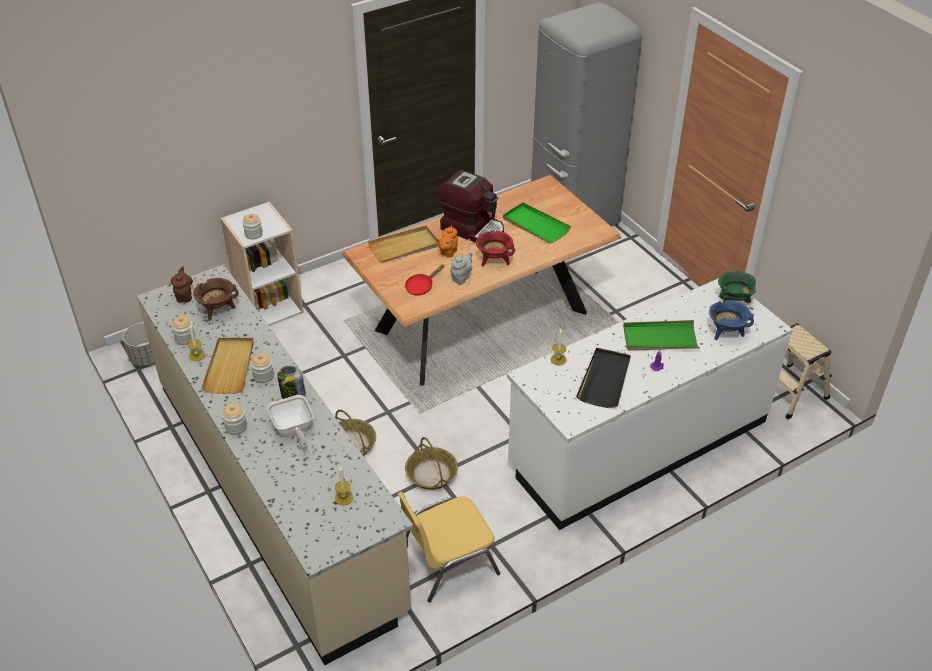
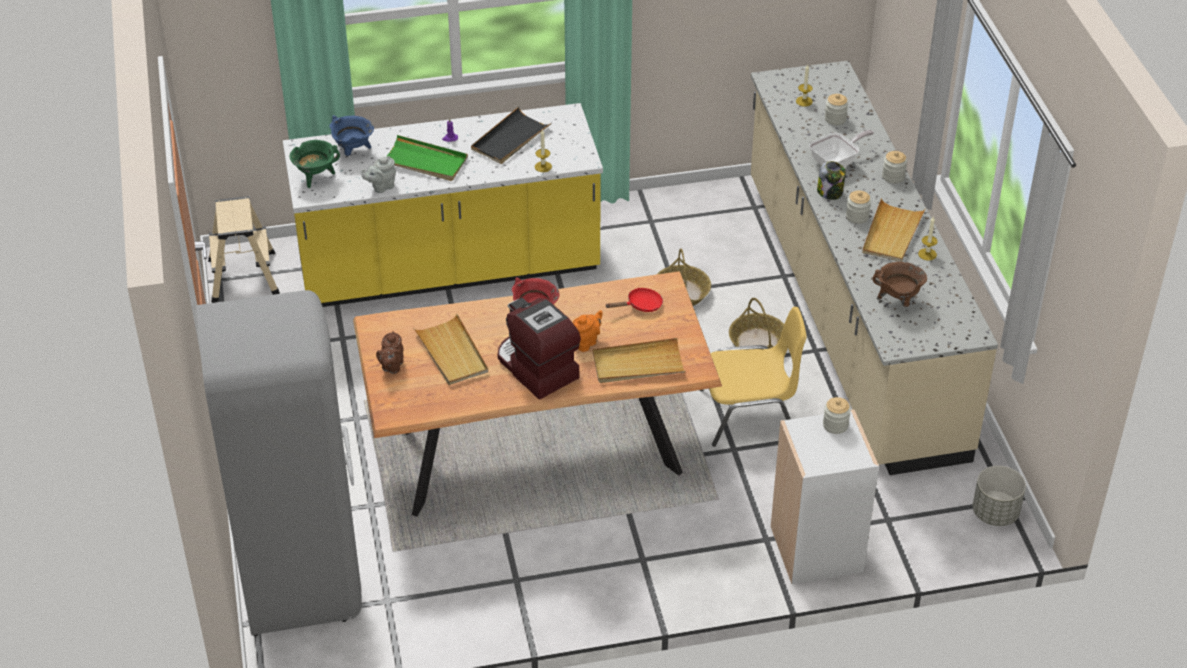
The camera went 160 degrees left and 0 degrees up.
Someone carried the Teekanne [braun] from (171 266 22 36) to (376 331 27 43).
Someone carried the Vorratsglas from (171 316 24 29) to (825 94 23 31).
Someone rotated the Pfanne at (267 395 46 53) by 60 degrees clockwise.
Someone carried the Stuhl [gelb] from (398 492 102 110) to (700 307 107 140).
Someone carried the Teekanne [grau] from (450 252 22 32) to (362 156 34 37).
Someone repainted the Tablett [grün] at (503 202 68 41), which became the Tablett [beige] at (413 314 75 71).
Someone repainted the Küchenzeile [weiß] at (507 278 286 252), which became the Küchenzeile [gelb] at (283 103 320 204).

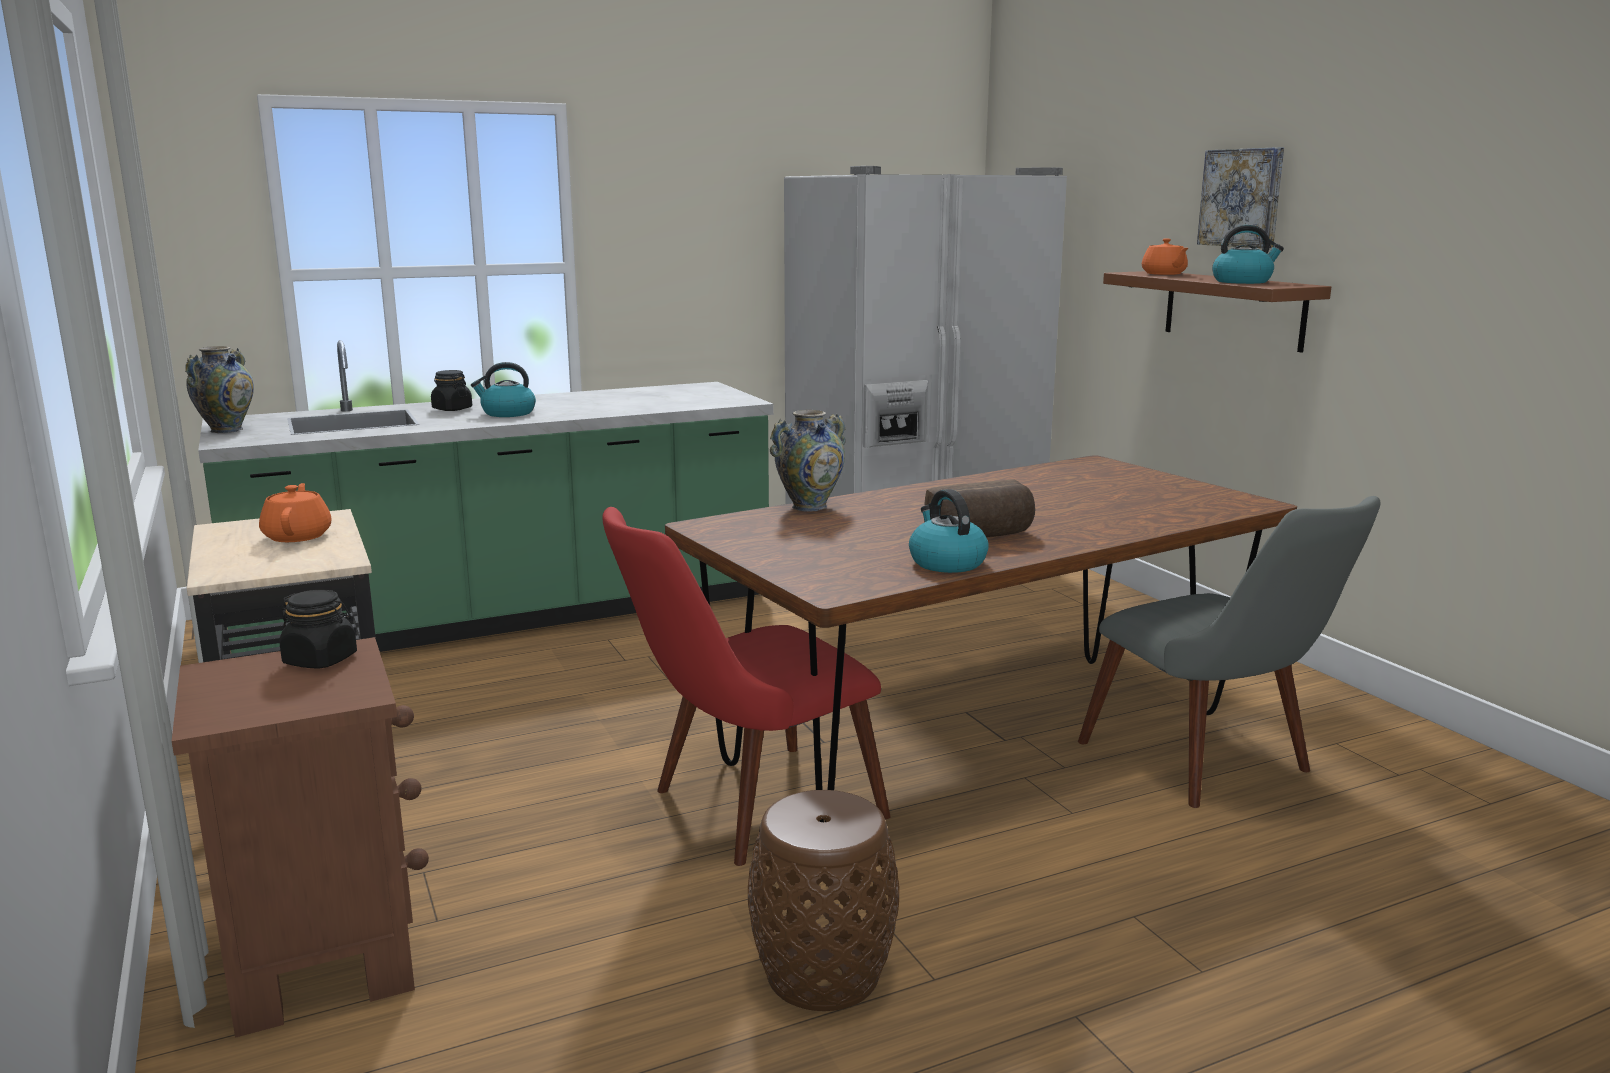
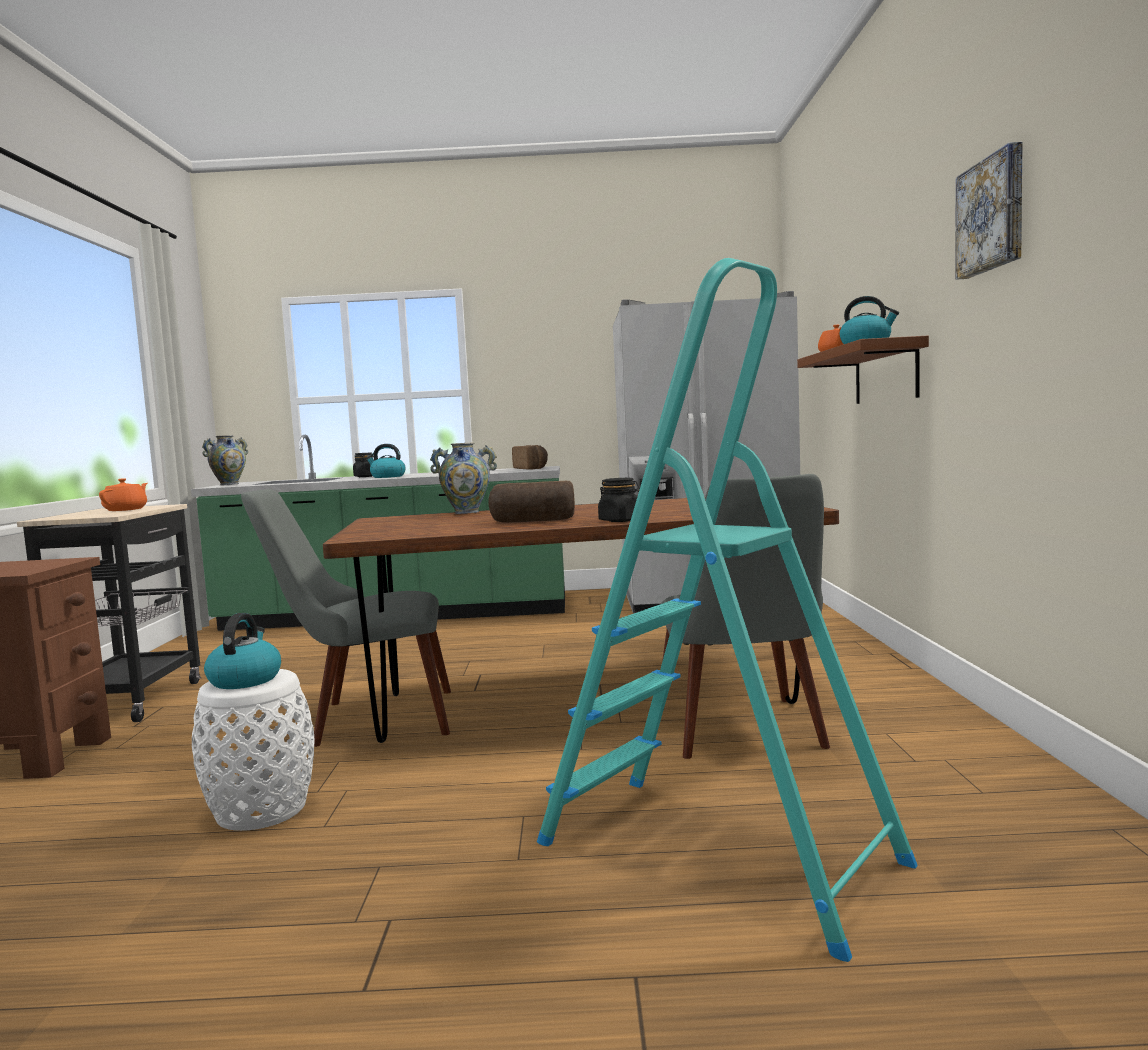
The camera went 25 degrees right and 10 degrees down.
Someone carried the Vorratsglas [schwarz] from (280 590 77 79) to (598 478 42 44).
Someone repainted the Stuhl [rot] at (602 507 288 359), which became the Stuhl [grau] at (241 489 210 258).
Someone repainted the Hocker [braun] at (748 790 151 221), which became the Hocker [weiß] at (192 669 122 162).
Someone carried the Wasserkessel from (909 489 80 84) to (204 613 77 76).
Someone carried the Bild from (1197 147 87 101) to (955 142 68 138).
Someone put down the Brot at (512 445 36 25).
Someone put down the Trittleiter [türkis] at (537 258 381 704).

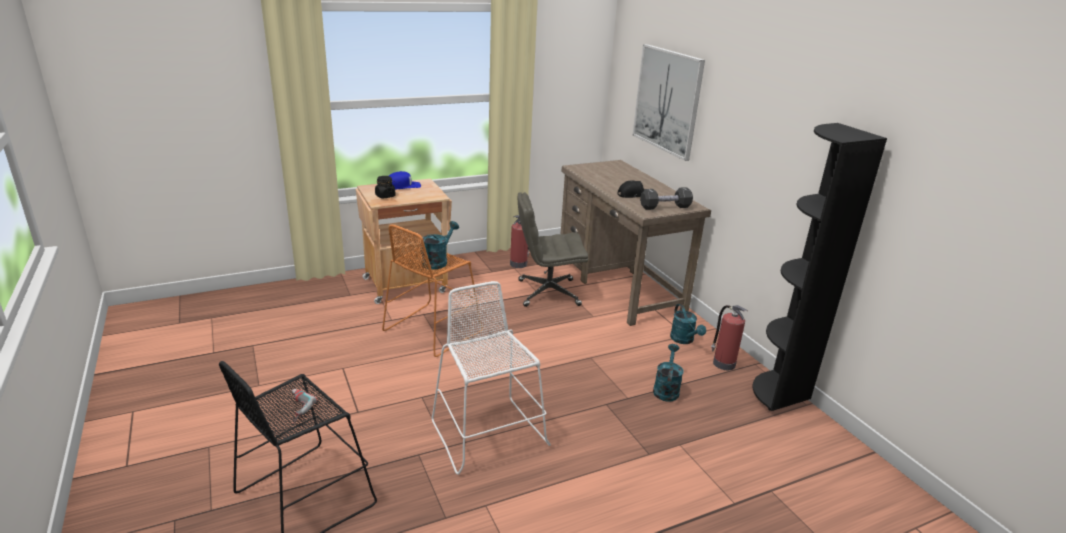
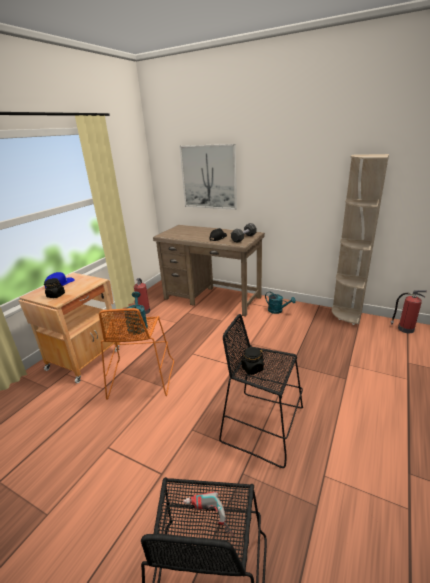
The camera went 35 degrees left and 0 degrees up.
Someone repainted the Hocker [weiß] at (432 281 119 194), which became the Hocker [schwarz] at (219 314 84 154).
Someone took away the Bürostuhl [grau] at (518 192 70 115).
Someone took away the Gießkanne [türkis] at (653 344 31 58).
Someone carried the Feuerlöscher from (711 305 37 65) to (391 290 36 43).
Someone repainted the Bücherregal [schwarz] at (752 123 135 288), which became the Bücherregal [beige] at (332 154 57 171).
Someone put down the Vorratsglas [schwarz] at (241 347 23 28).

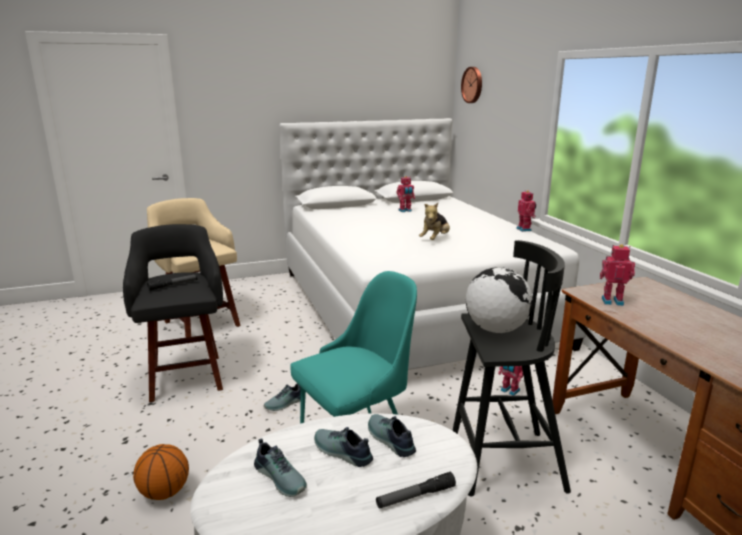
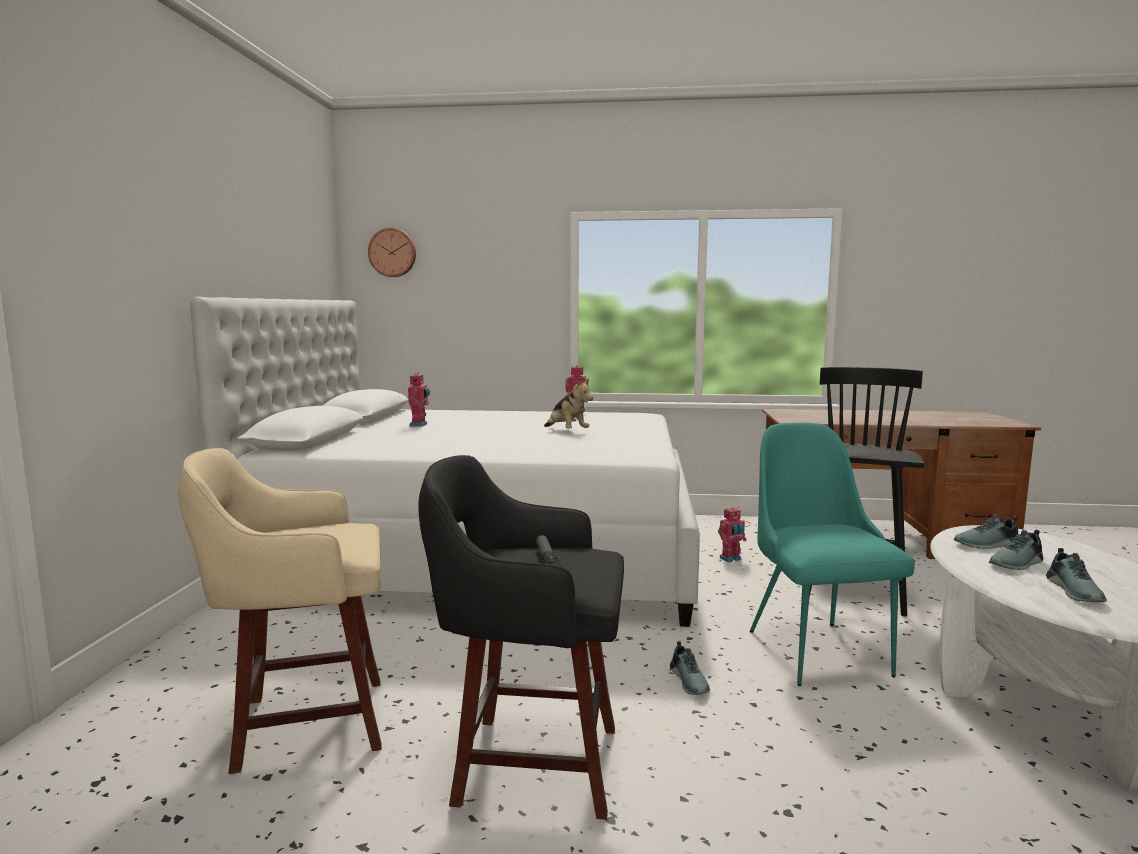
The camera went 65 degrees left and 10 degrees down.
Someone took away the Basketball at (133 444 56 56).
Someone rotated the Schuh at (254 438 53 59) by 120 degrees clockwise.
Someone took away the Taschenlampe at (376 472 80 36).
Someone took away the Globus at (466 267 67 66).
Someone took away the Spielzeugroboter at (600 244 35 62).

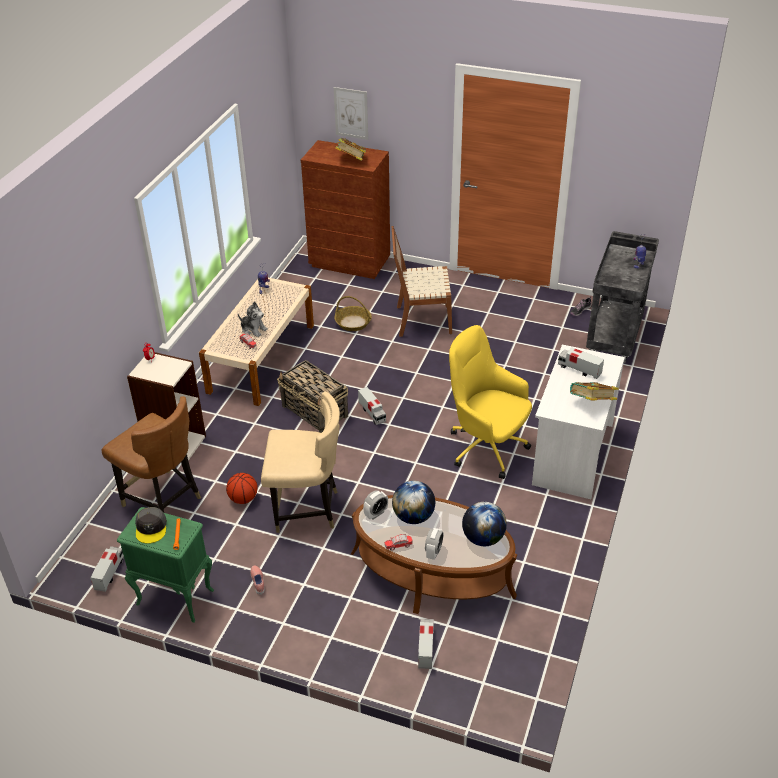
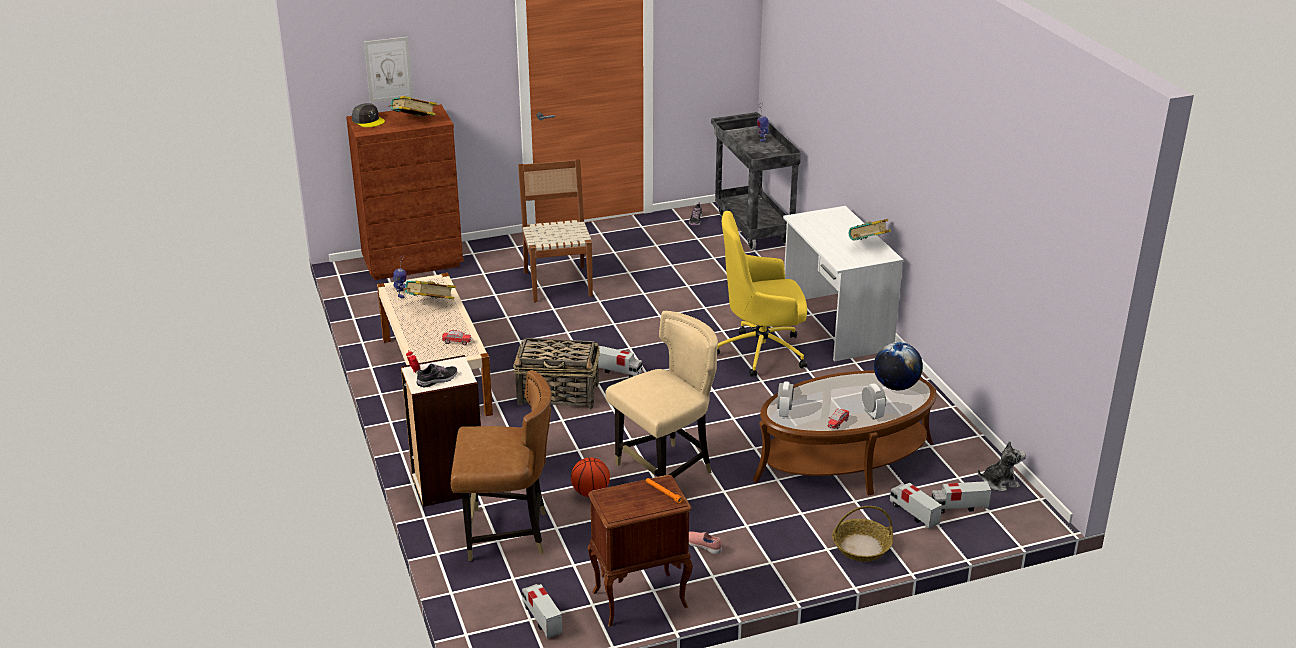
The camera went 40 degrees left and 10 degrees down.
Someone repainted the Nachttisch [grün] at (117 507 97 116), which became the Nachttisch [braun] at (587 475 106 152).
Someone carried the Kappe [grau] from (135 507 32 37) to (352 103 33 24).
Someone carried the Plüschtier from (238 301 30 36) to (978 441 48 51).
Someone carried the Korb from (334 296 38 35) to (832 506 61 56).
Someone rotated the Stuhl at (391 226 61 111) by 120 degrees clockwise.
Someone took away the Globus at (392 481 43 43).
Someone carried the Spielzeuglaster from (558 347 46 32) to (931 481 60 32).
Someone put down the Buch at (403 280 53 19).
Someone put down the Schuh at (416 364 41 24).

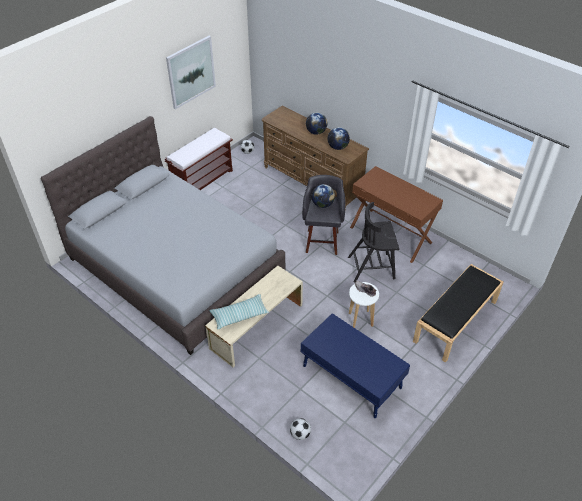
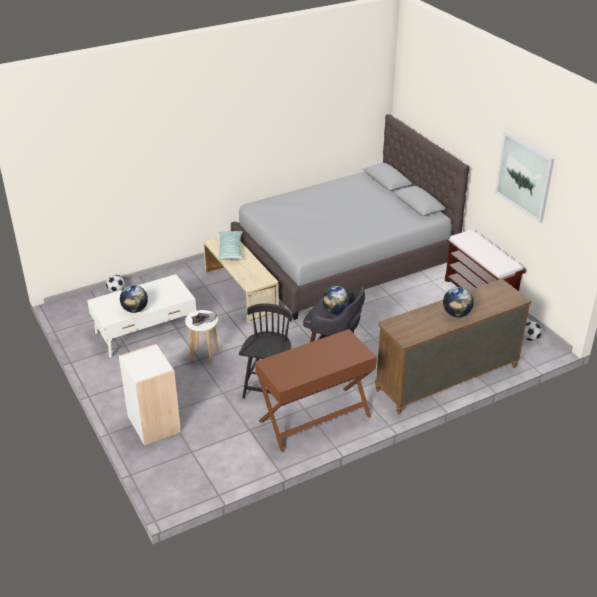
The camera went 110 degrees right and 10 degrees down.
Someone repainted the Couchtisch [blau] at (300 313 110 105), which became the Couchtisch [weiß] at (87 274 109 83).
Someone carried the Globus from (328 127 22 23) to (120 285 28 28).
Someone swapped the Bank [schwarz] at (413 264 91 99) for the Bücherregal [weiß] at (119 344 62 101).

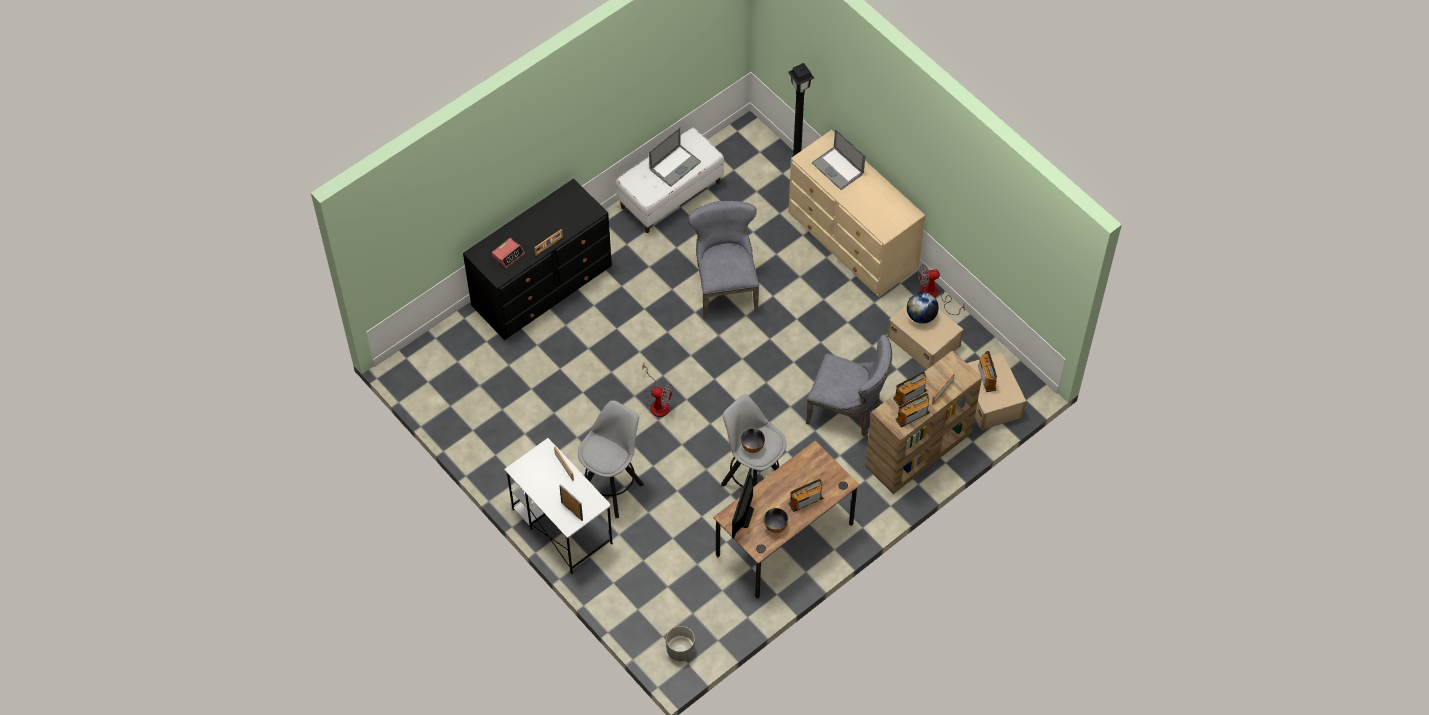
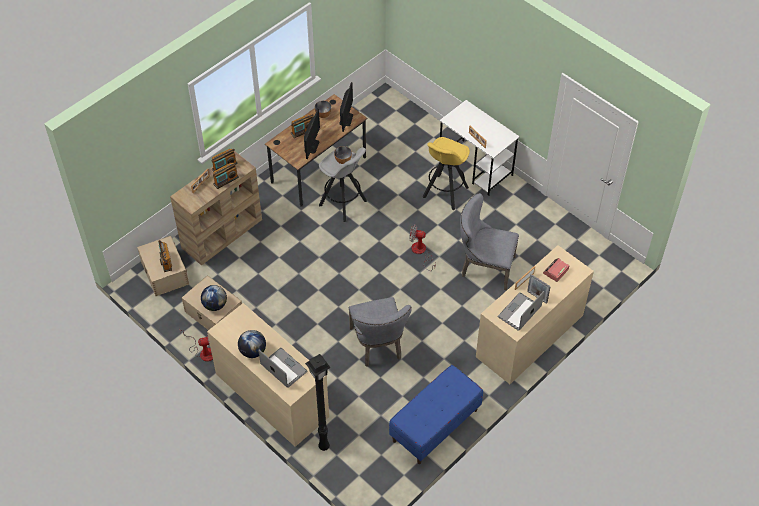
The camera went 175 degrees right and 5 degrees down.
Someone repainted the Kommode [schwarz] at (463 179 149 161), which became the Kommode [beige] at (476 245 118 139).
Someone carried the Bilderrahmen from (559 484 24 37) to (527 274 24 30).
Someone repainted the Hocker [grau] at (578 400 66 118), which became the Hocker [gelb] at (423 137 47 73).
Someone repainted the Bank [weiß] at (616 128 108 105), which became the Bank [blau] at (389 365 94 99).
Someone carried the Laptop from (649 127 52 60) to (498 291 46 40).
Someone took away the Pflanzkübel [grau] at (666 626 29 35).
Someone carried the Stuhl [grau] from (806 335 86 102) to (460 193 59 97).
Someone put down the Globus at (238 330 28 28).
Someone put down the Monitor at (304 109 16 50).

